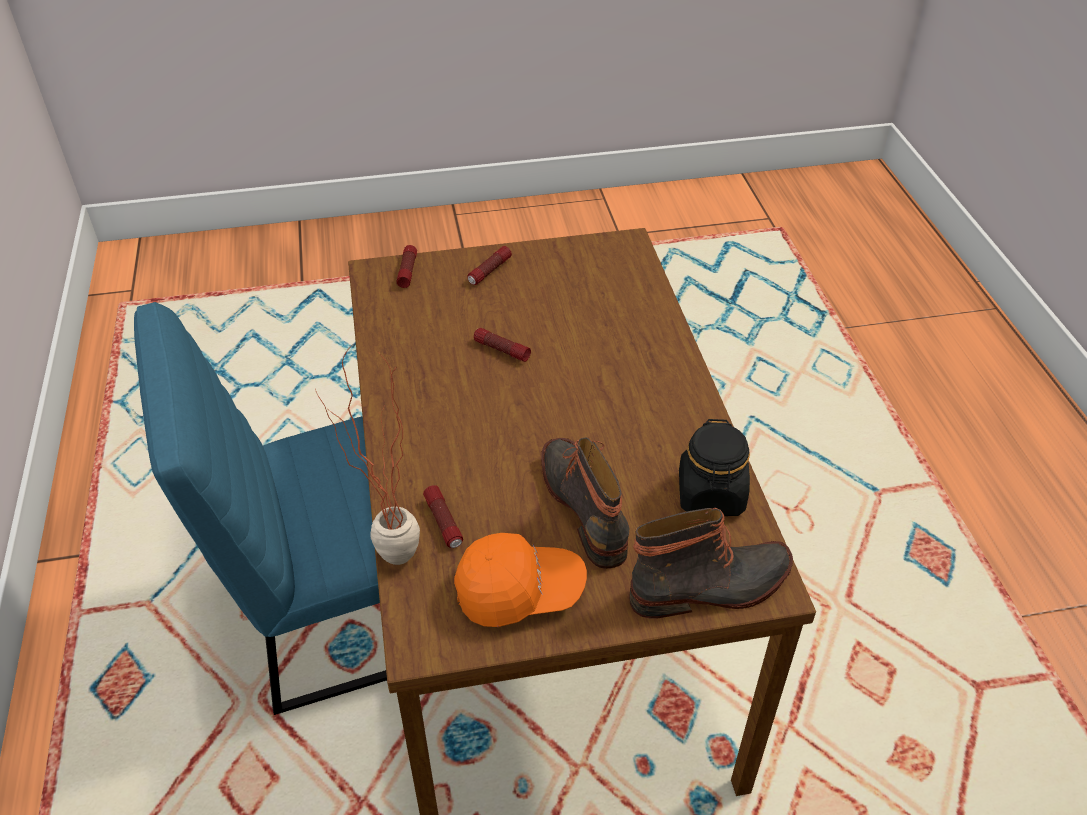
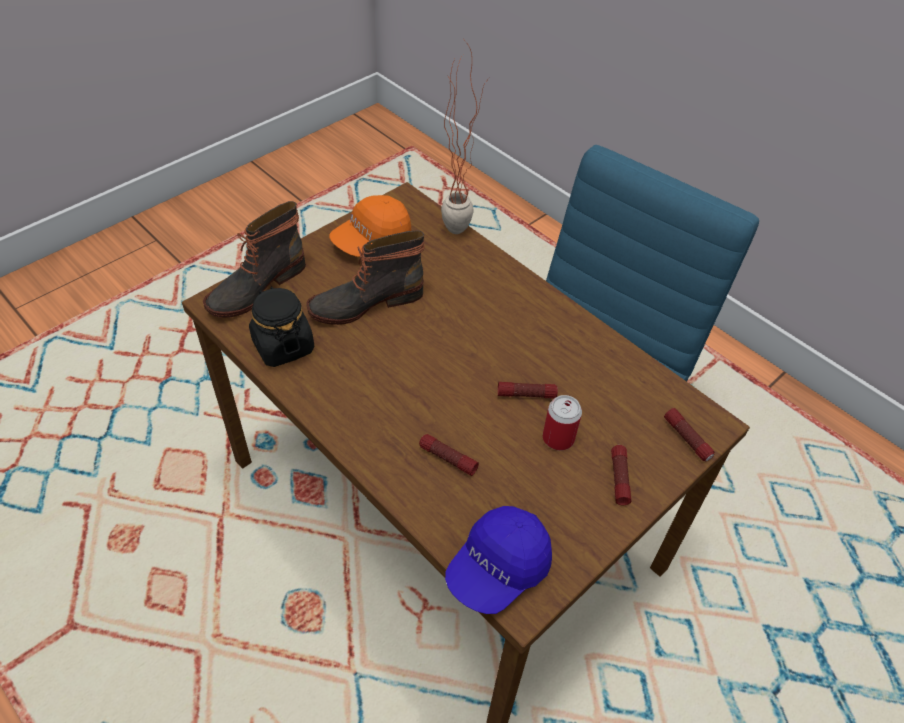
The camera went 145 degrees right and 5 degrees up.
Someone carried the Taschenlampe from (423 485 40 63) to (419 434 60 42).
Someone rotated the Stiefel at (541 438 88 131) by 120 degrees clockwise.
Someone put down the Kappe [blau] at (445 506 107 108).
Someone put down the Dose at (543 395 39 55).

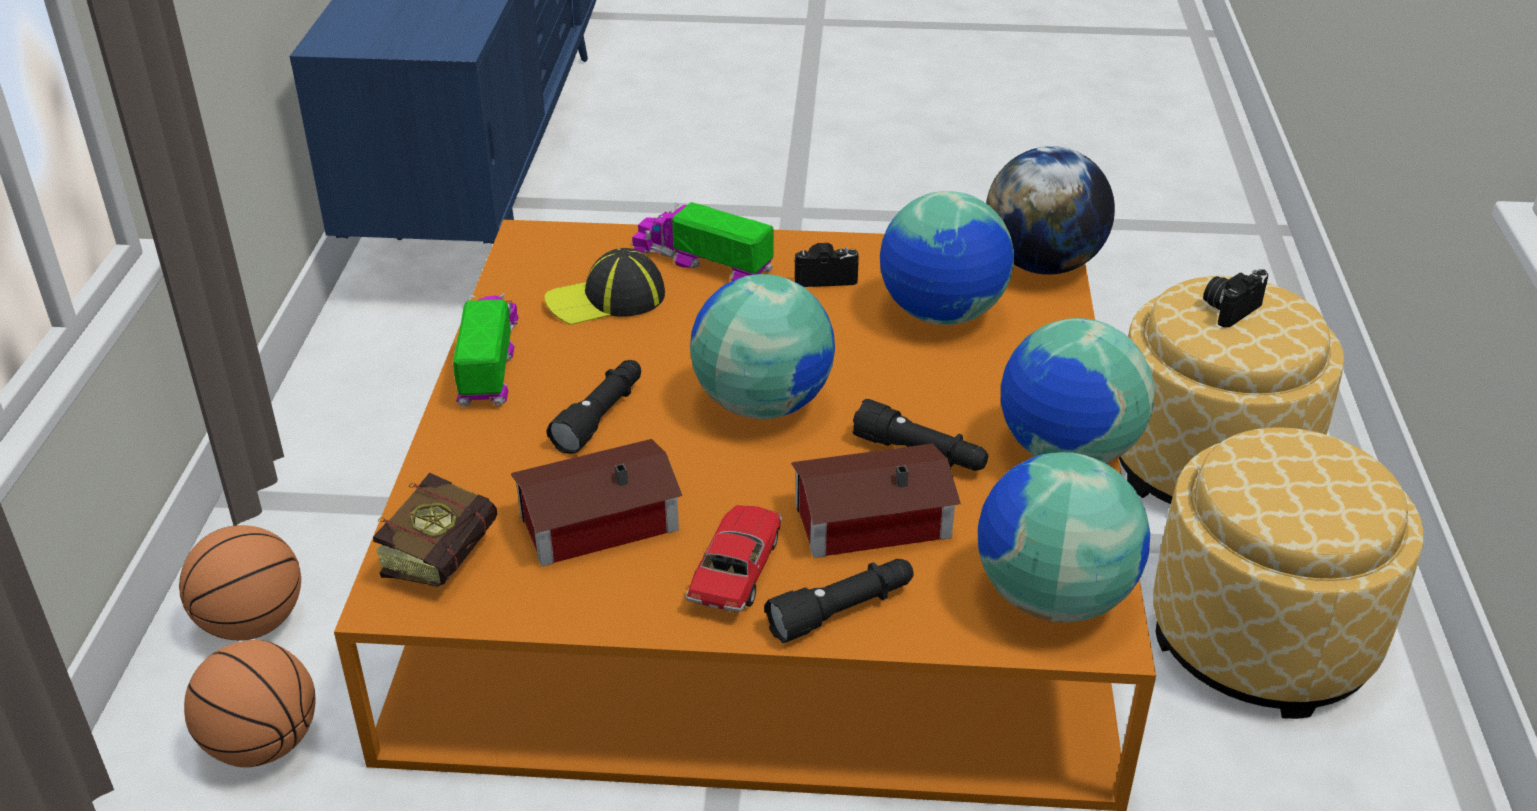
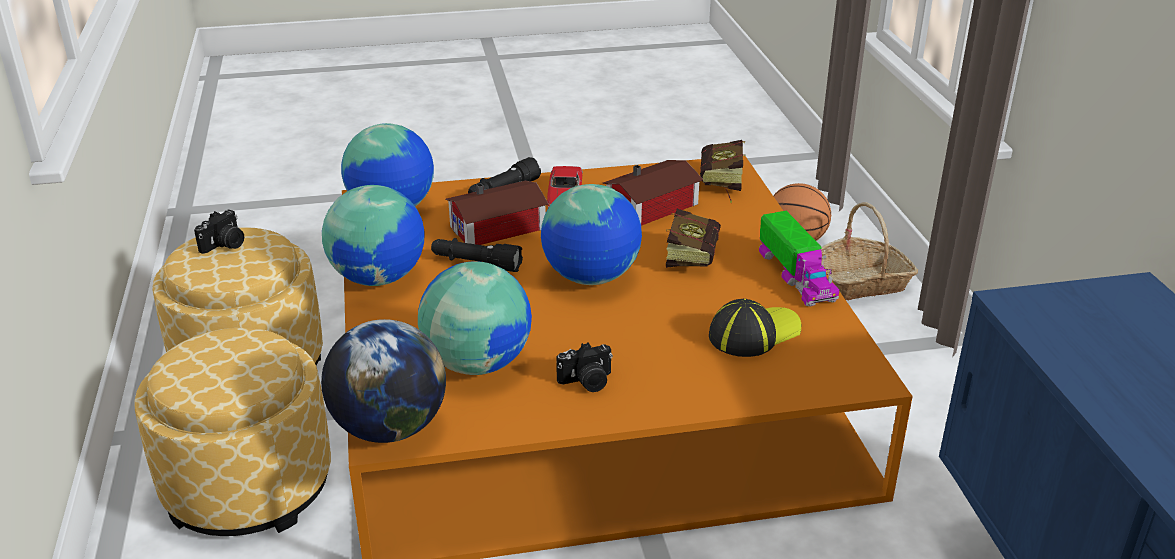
The camera went 165 degrees right and 5 degrees down.
Someone swapped the Basketball at (179 525 122 115) for the Korb at (821 202 97 98).
Someone swapped the Taschenlampe [schwarz] at (547 360 94 94) for the Buch at (666 209 55 59).
Someone took away the Spielzeuglaster at (631 202 142 79).
Someone carried the Kamera from (1203 269 65 59) to (194 210 50 44).

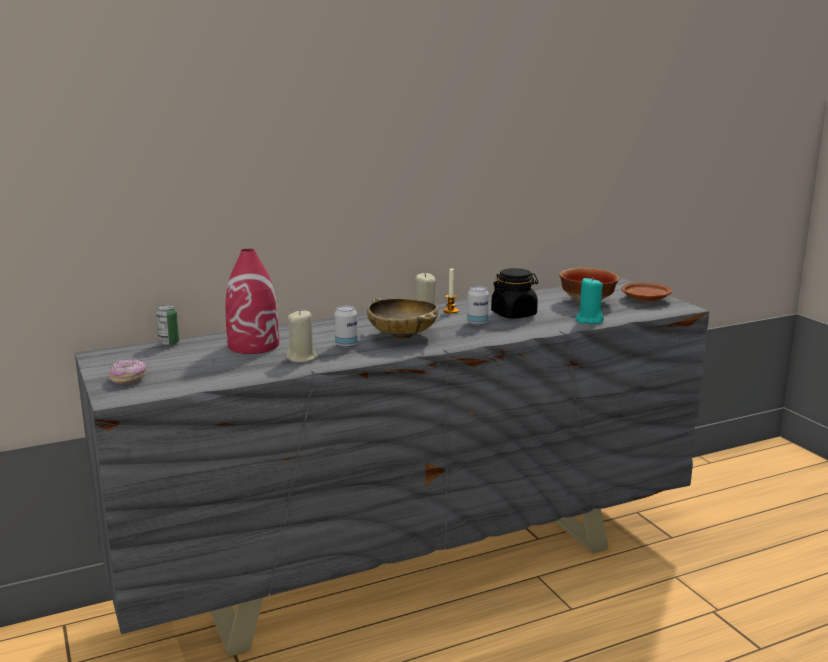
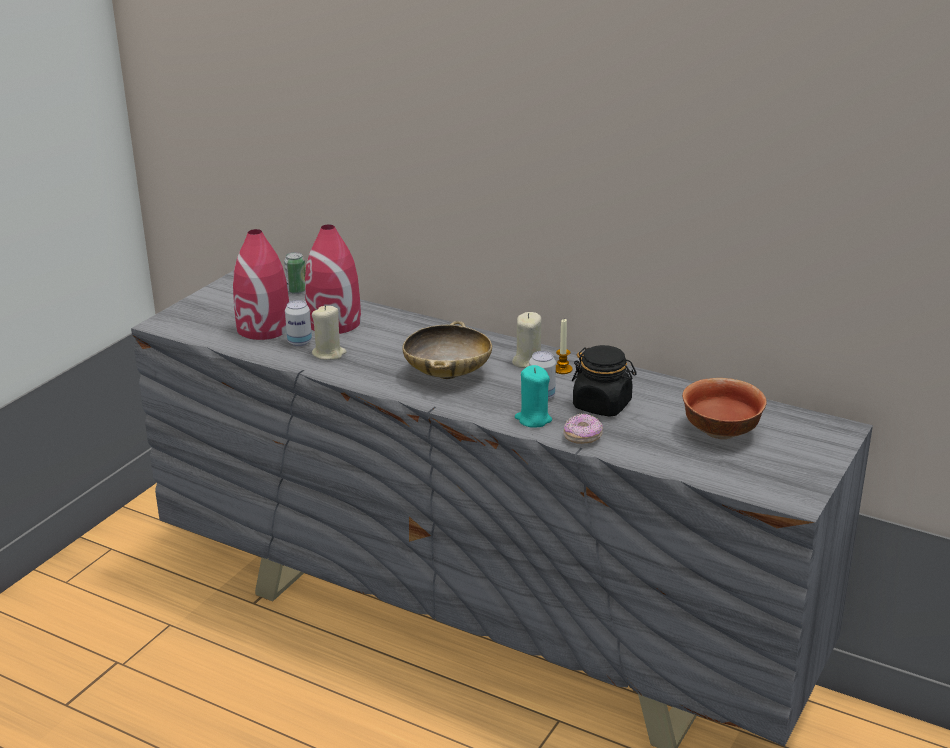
The camera went 55 degrees right and 10 degrees up.
Someone carried the Donut from (109 360 37 24) to (563 413 40 31).
Someone carried the Dose from (334 305 24 43) to (285 300 27 46).
Someone carried the Kerze [türkis] from (575 277 29 47) to (515 365 37 63).
Someone took away the Teller [braun] at (621 283 51 19).
Someone put down the Vase [rot] at (233 229 56 111).

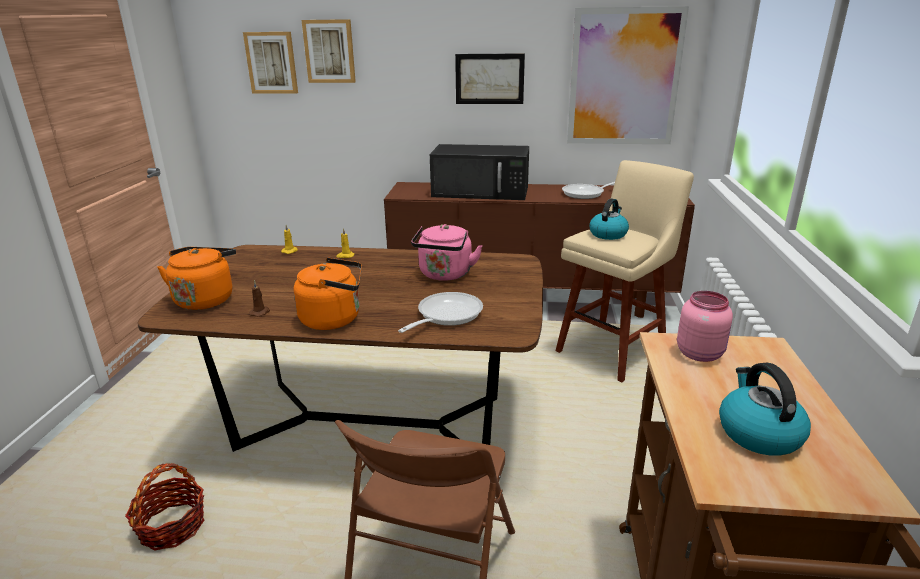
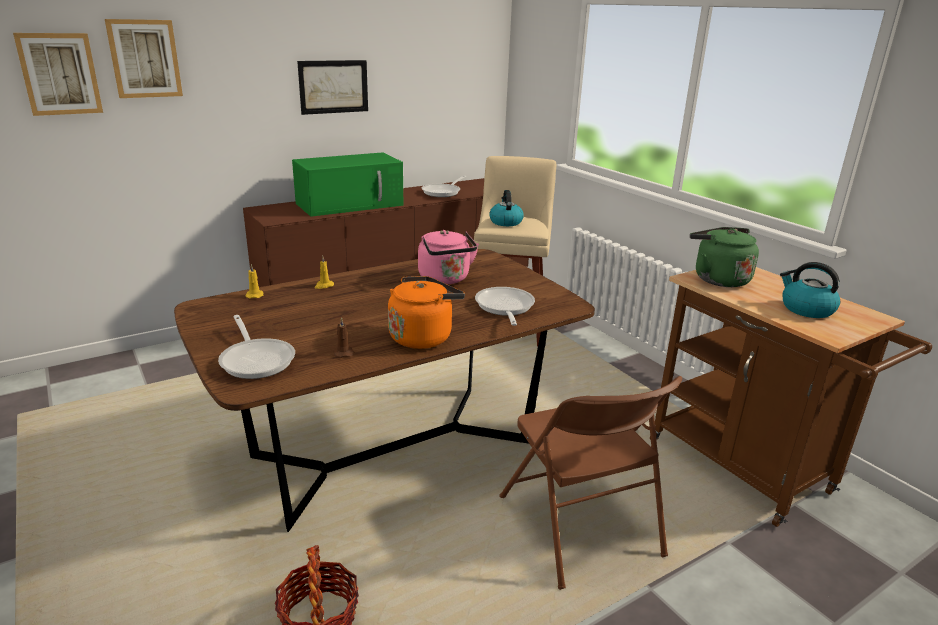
The camera went 40 degrees left and 0 degrees up.
Someone swapped the Wasserkessel [orange] at (157 247 79 63) for the Pfanne at (218 315 77 64).
Someone repainted the Mikrowelle [schwarz] at (430 144 99 56), which became the Mikrowelle [grün] at (292 152 111 65).
Someone took away the Bild at (567 6 122 138).
Someone swapped the Vorratsglas [rosa] at (677 291 56 71) for the Wasserkessel [grün] at (690 227 69 60).

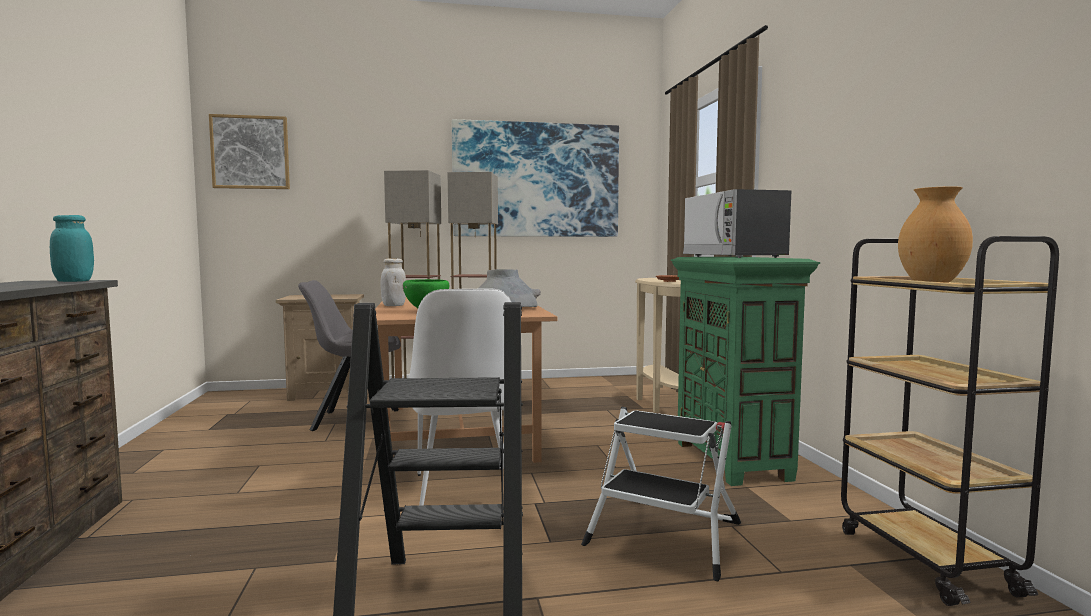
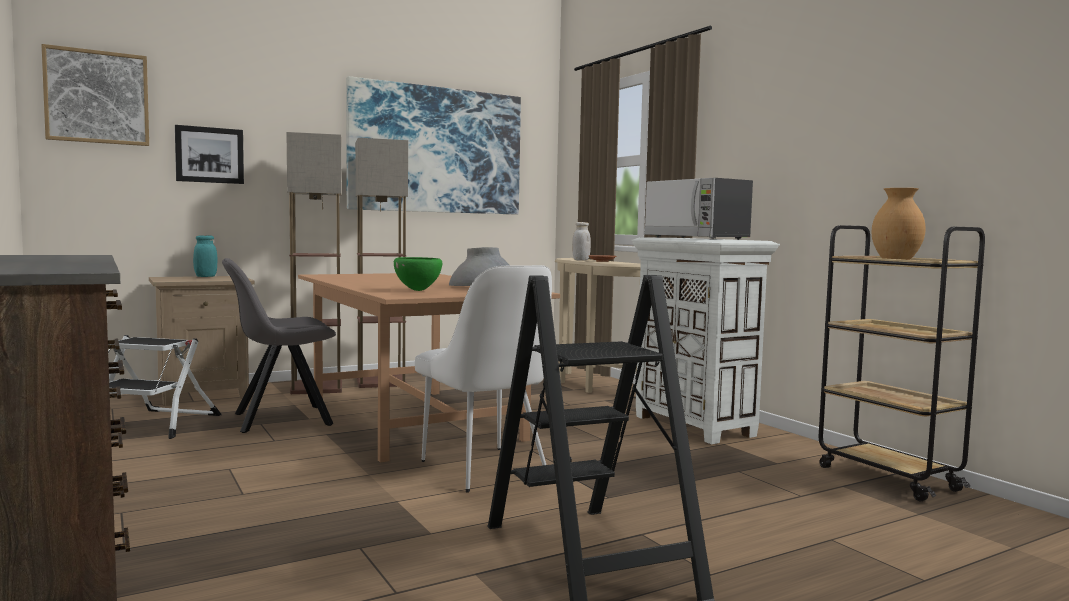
The camera went 20 degrees left and 0 degrees up.
Someone carried the Vorratsglas [türkis] from (50 215 44 67) to (193 235 25 42).
Someone carried the Vorratsglas [weiß] from (380 258 26 48) to (572 222 19 39).
Someone carried the Trittleiter from (581 407 160 174) to (108 335 114 104).
Someone repainted the Schrank [grün] at (671 257 149 229), which became the Schrank [weiß] at (631 237 149 207).
Someone put up the Bild at (175 125 69 59).

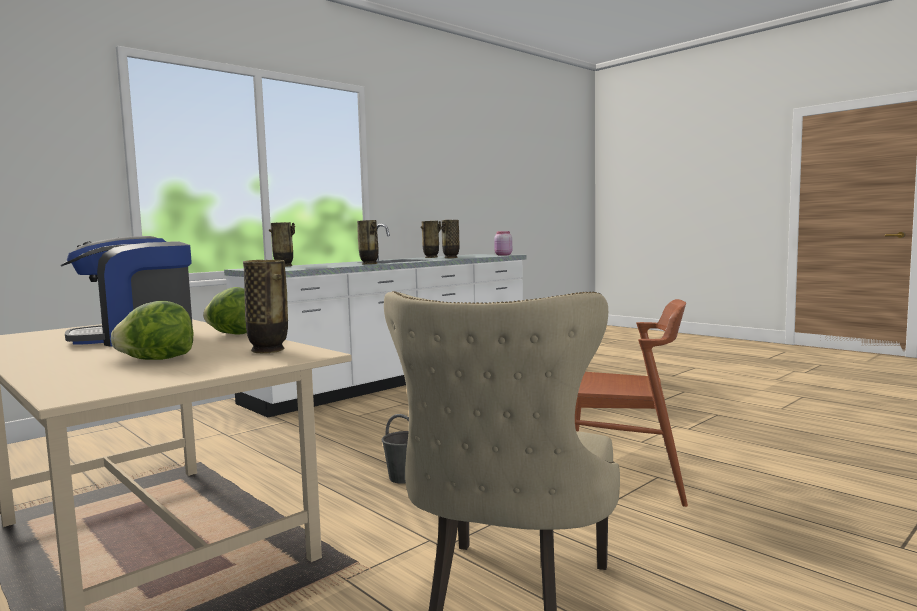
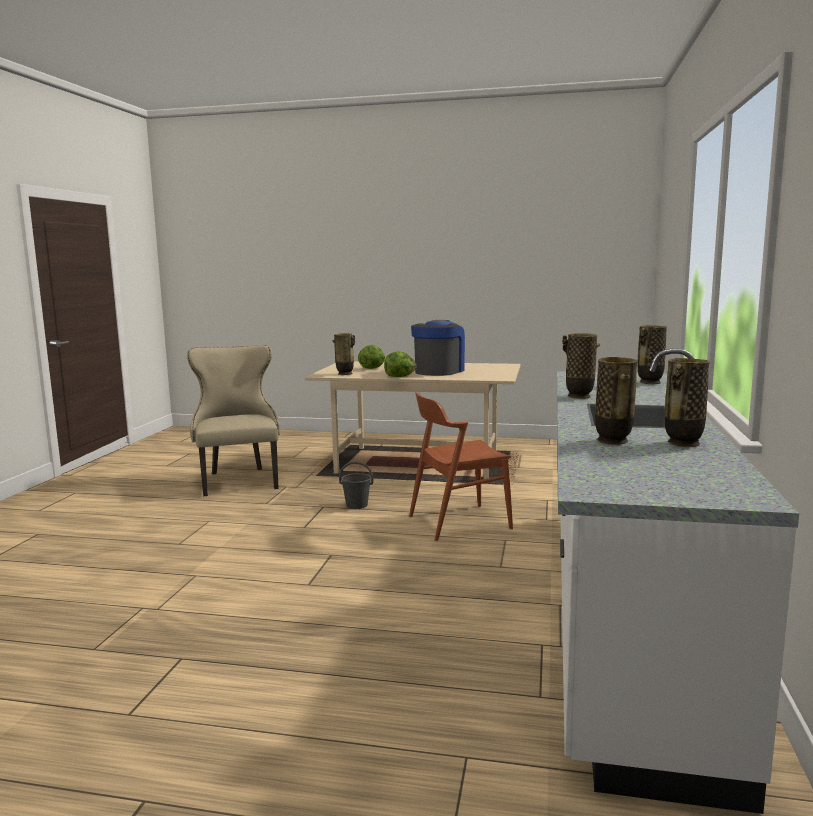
The camera went 145 degrees right and 5 degrees up.
Someone took away the Vorratsglas [rosa] at (494 231 18 25).
Someone carried the Stuhl [braun] from (575 299 113 208) to (409 392 104 149).

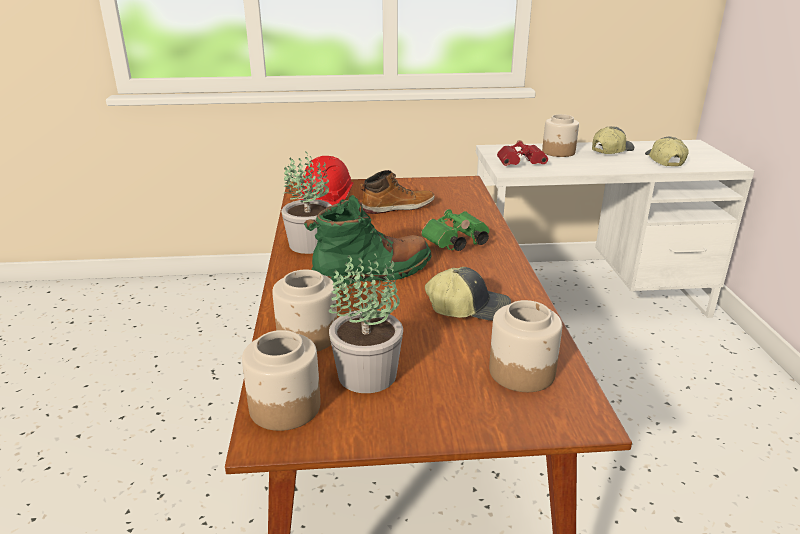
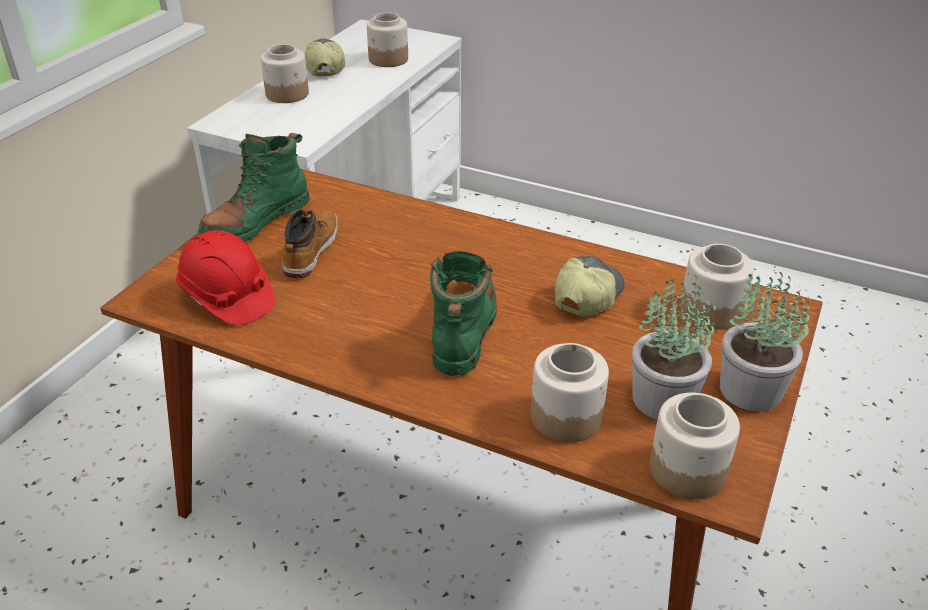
The camera went 60 degrees left and 10 degrees up.
Someone carried the Topfpflanze from (281 151 51 103) to (720 272 91 140).
Someone took away the Fernglas [grün] at (421 209 68 42).
Someone took away the Fernglas [rot] at (497 140 51 26).
Someone swapped the Kappe at (645 136 44 30) for the Vorratsglas at (367 13 41 54).
Someone put down the Stiefel [grün] at (197 133 113 109).

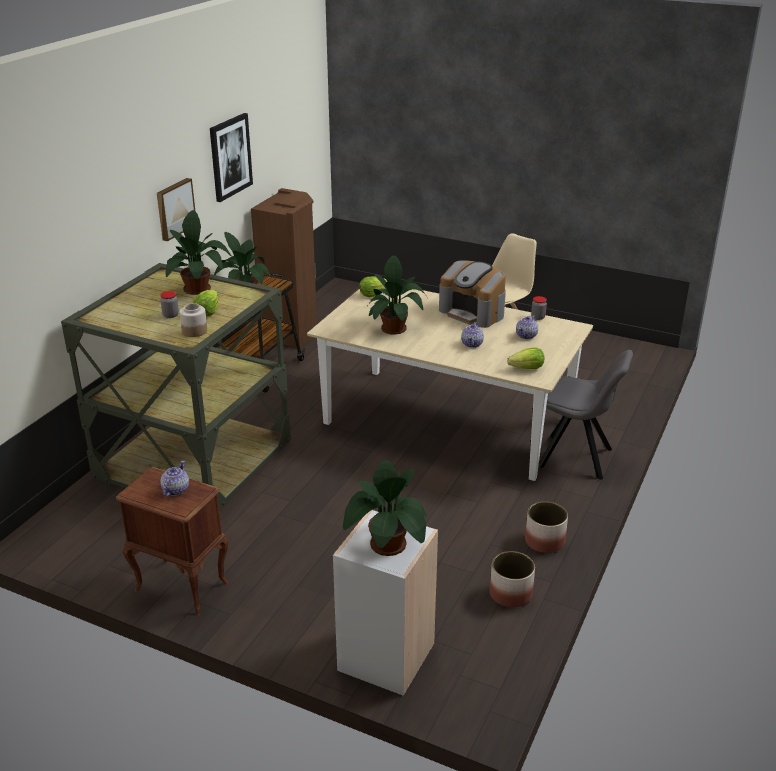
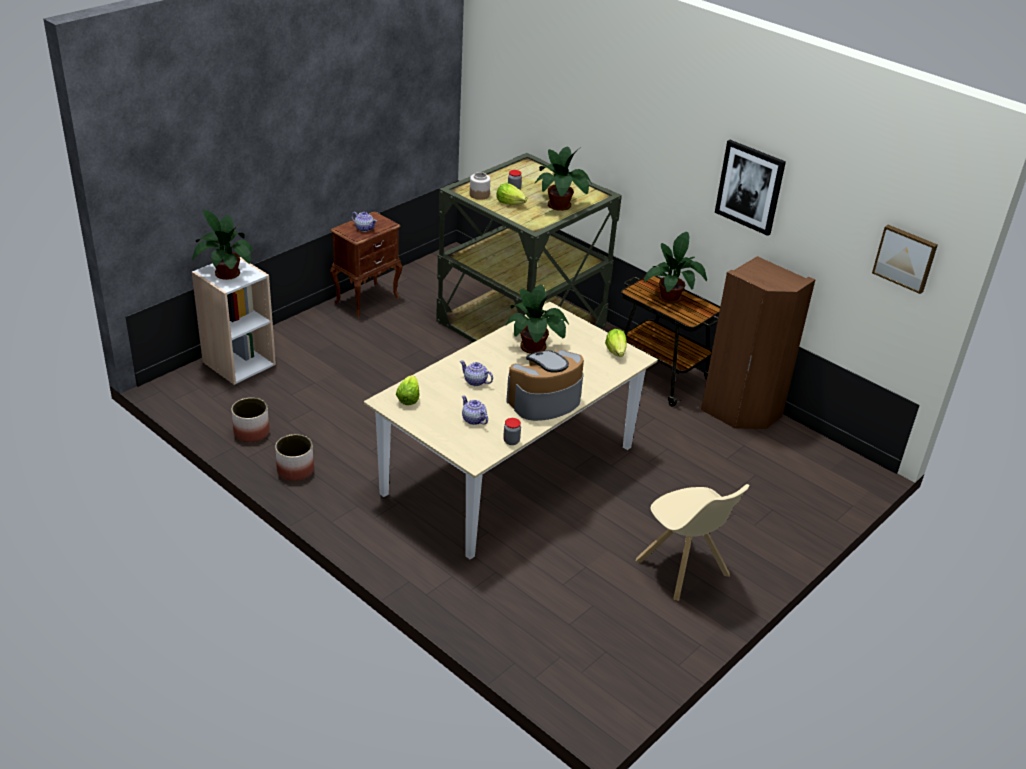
The camera went 105 degrees right and 5 degrees up.
Someone carried the Bild from (157 178 38 63) to (872 225 66 69).
Someone took away the Stuhl [grau] at (538 350 95 130).

